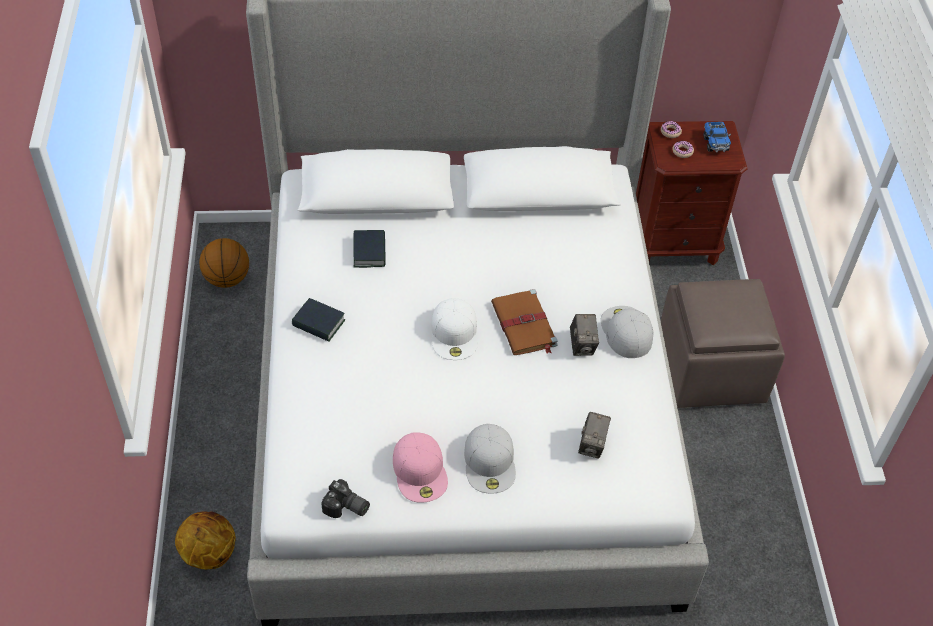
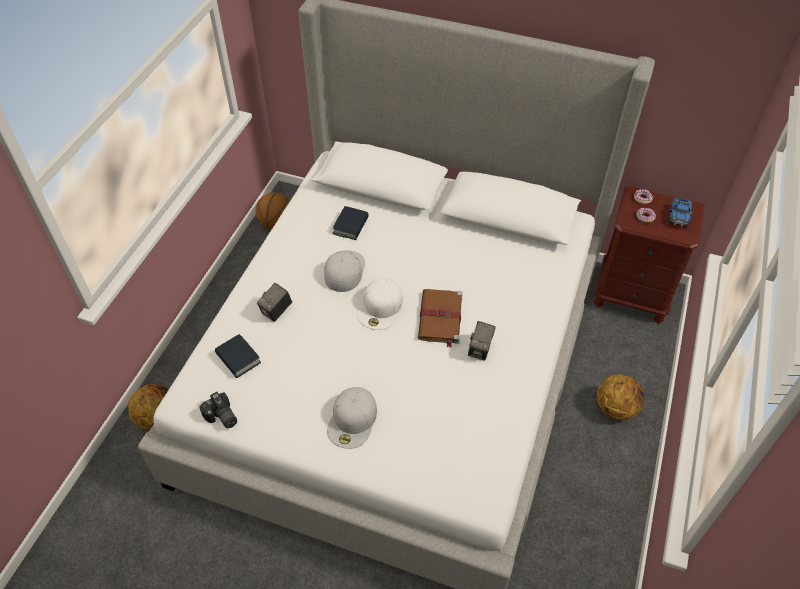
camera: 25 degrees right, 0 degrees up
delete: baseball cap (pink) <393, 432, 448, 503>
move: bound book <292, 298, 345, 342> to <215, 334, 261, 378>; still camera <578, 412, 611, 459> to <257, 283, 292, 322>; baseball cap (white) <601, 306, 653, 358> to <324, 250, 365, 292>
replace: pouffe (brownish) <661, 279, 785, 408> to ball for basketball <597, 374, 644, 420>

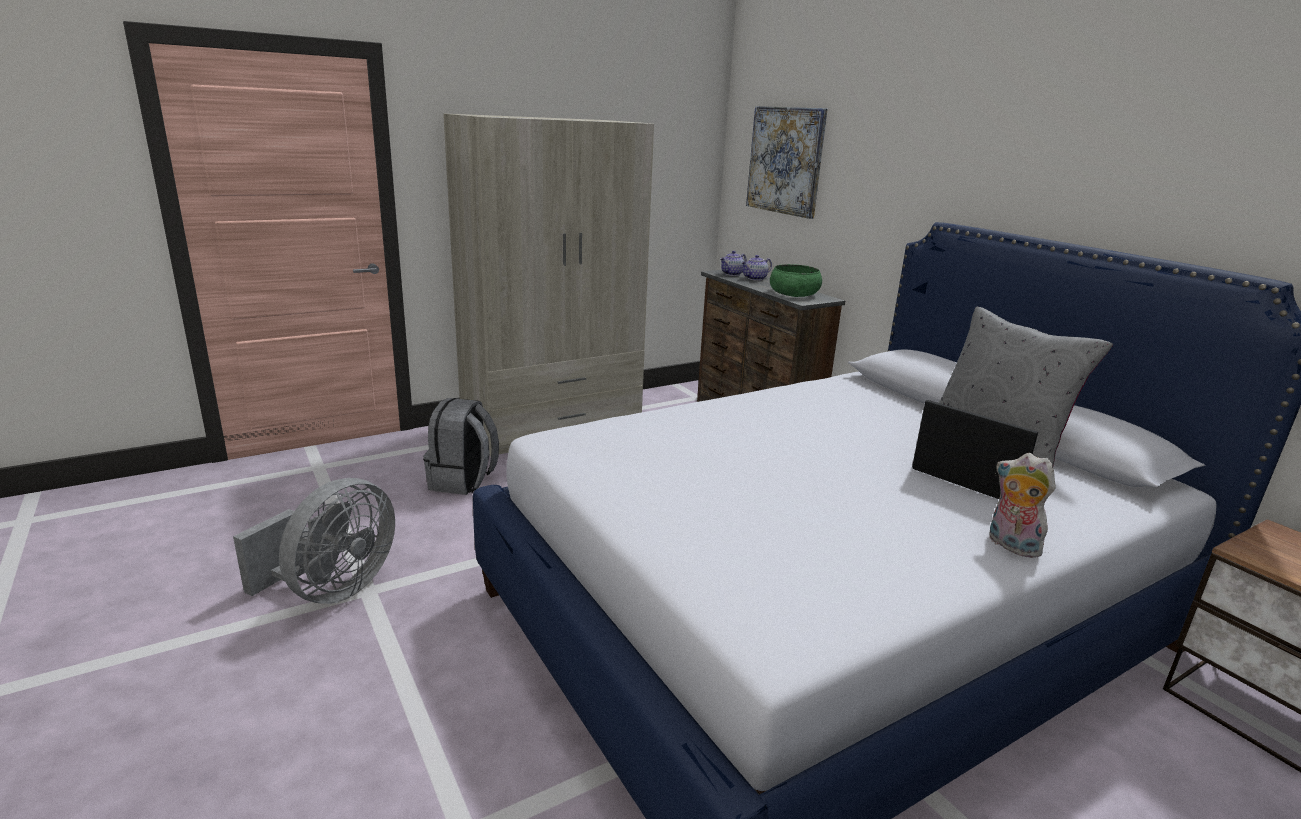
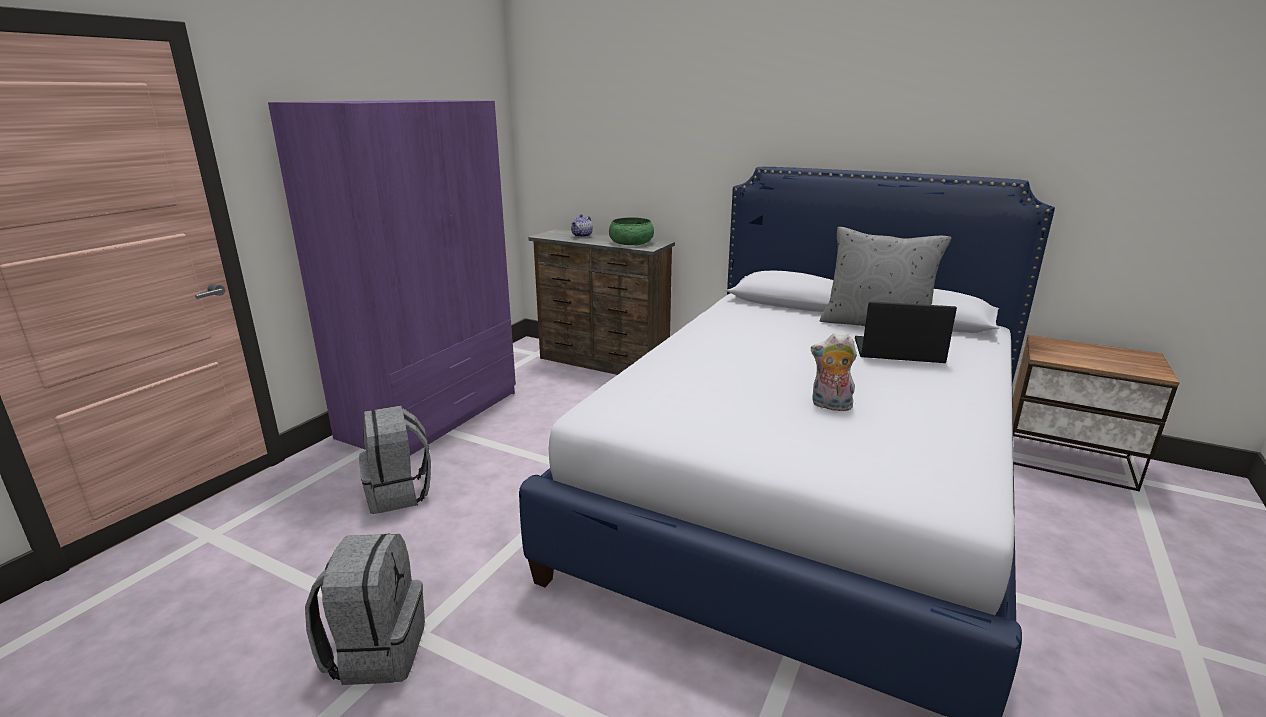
camera: 30 degrees left, 0 degrees up
delete: pot for tea <720, 251, 747, 276>; wall picture <746, 106, 828, 219>
move: soft toy <989, 453, 1056, 558> to <811, 333, 857, 413>
replace: fan (greyish) <233, 478, 395, 604> to knapsack (greyish) <305, 534, 425, 685>
recolor: wardrobe (beige) <443, 114, 654, 457> to wardrobe (purple) <268, 100, 516, 456>

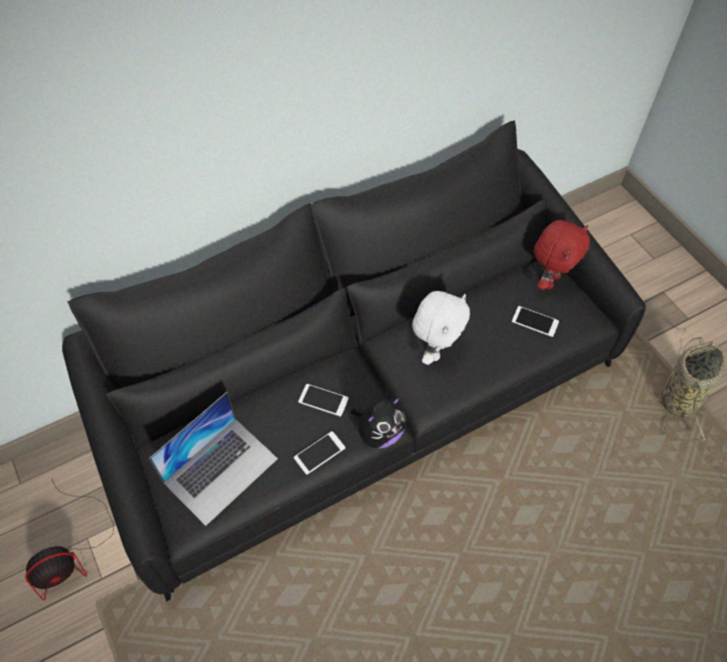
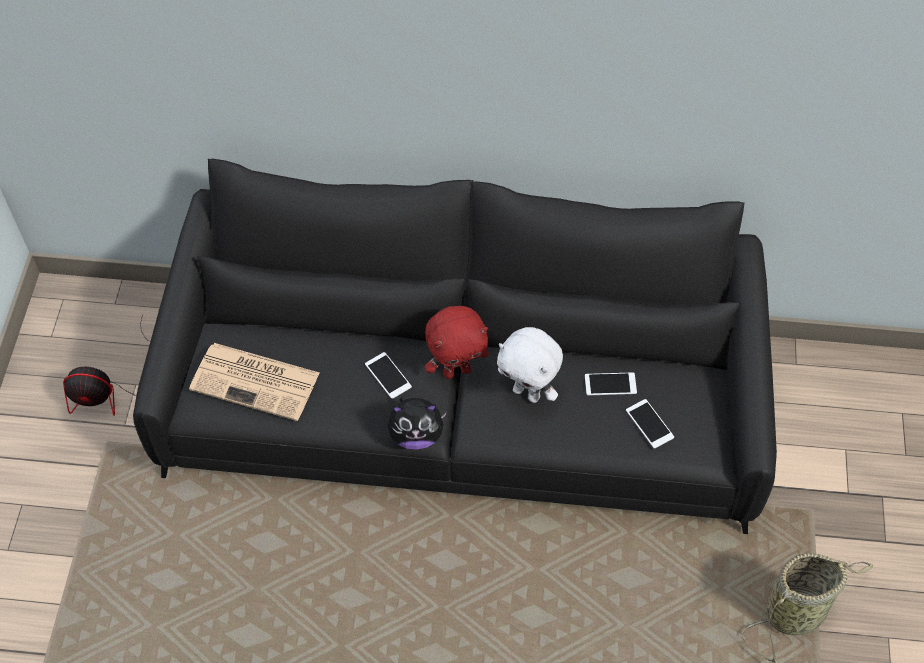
camera: 35 degrees right, 0 degrees up
move: soft toy (red) <534, 220, 590, 290> to <425, 306, 489, 379>; telephone <294, 431, 345, 475> to <585, 372, 637, 396>
replace: notebook computer <149, 392, 278, 526> to daily paper <189, 343, 319, 421>
rotate: soft toy (white) <412, 291, 470, 365> = <497, 327, 563, 403> 60 degrees clockwise

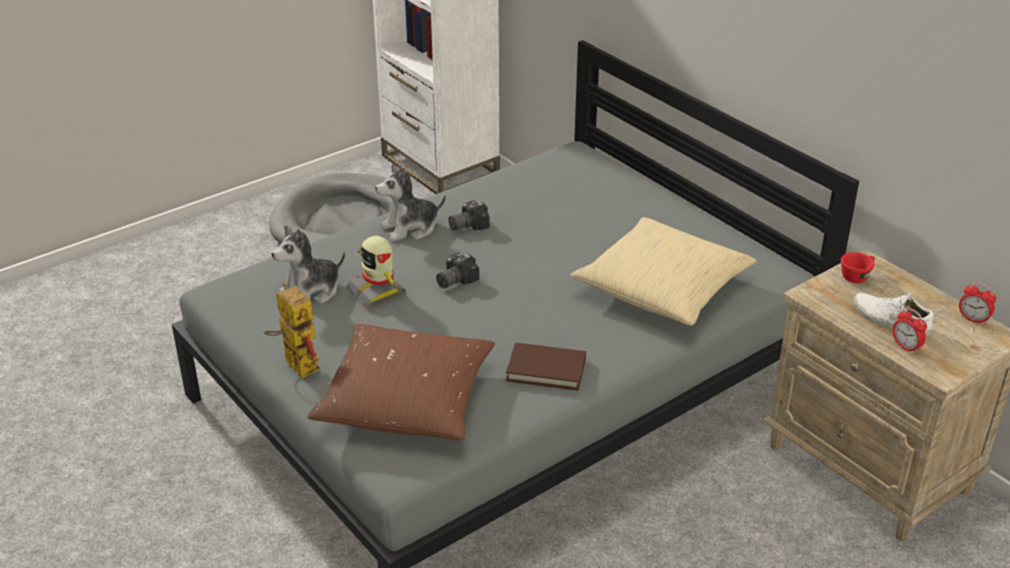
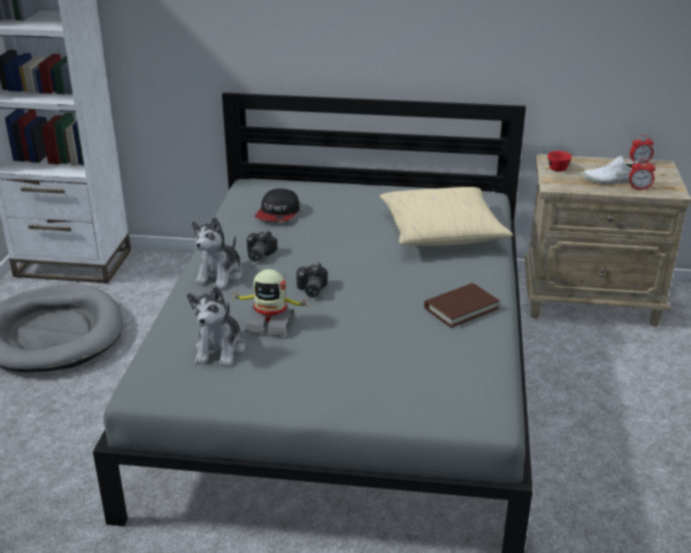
camera: 45 degrees left, 5 degrees down
delete: model robot <264, 282, 321, 378>; pillow (brownish) <307, 324, 495, 440>
insert: baseball cap <255, 189, 300, 222>

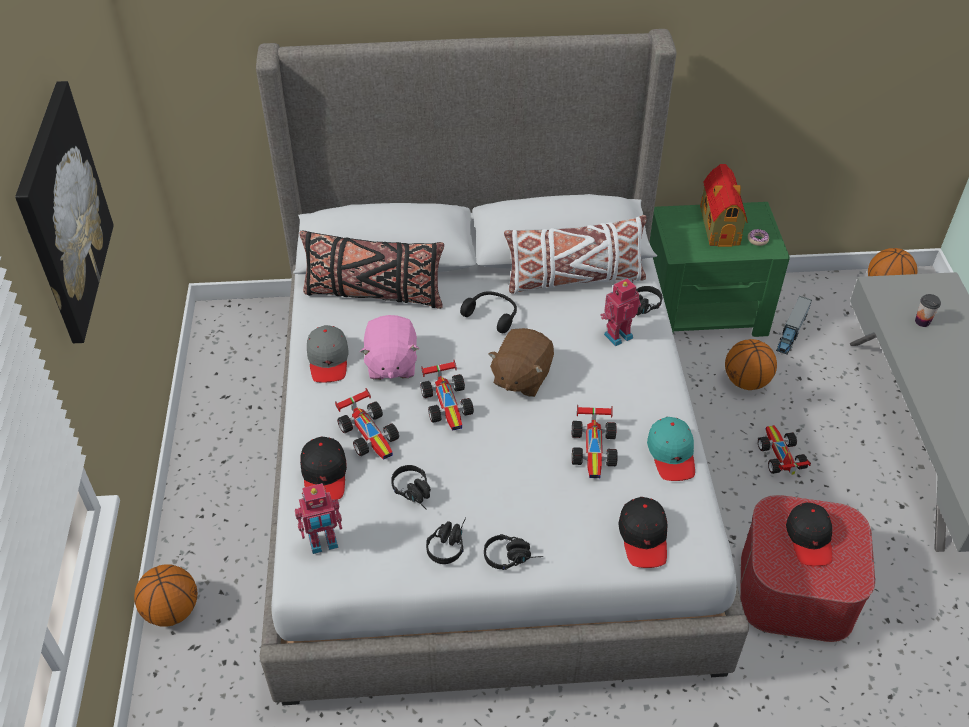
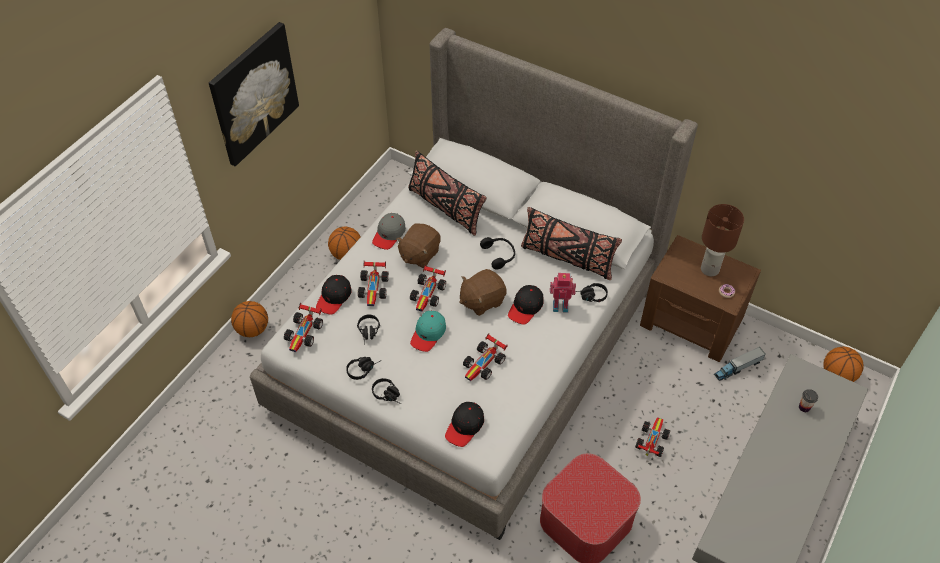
camera: 35 degrees right, 5 degrees up
move: ball for basketball <725, 339, 777, 390> to <328, 226, 361, 260>; baseball cap (turquoise) <647, 417, 695, 481> to <410, 311, 446, 352>; baseball cap (blackish) <786, 502, 832, 566> to <508, 285, 544, 325>
replace: model robot <295, 483, 342, 554> to miniature car <284, 303, 323, 352>; toy house <700, 164, 748, 247> to lamp for a table (brownish) <701, 204, 744, 276>
recolor: soft toy (pink) <360, 315, 419, 380> to soft toy (brownish) <396, 223, 441, 268>; pillow (white) <504, 215, 647, 294> to pillow (blackish) <521, 207, 622, 280>; night table (green-coloured) <649, 202, 790, 337> to night table (brownish) <640, 235, 761, 362>

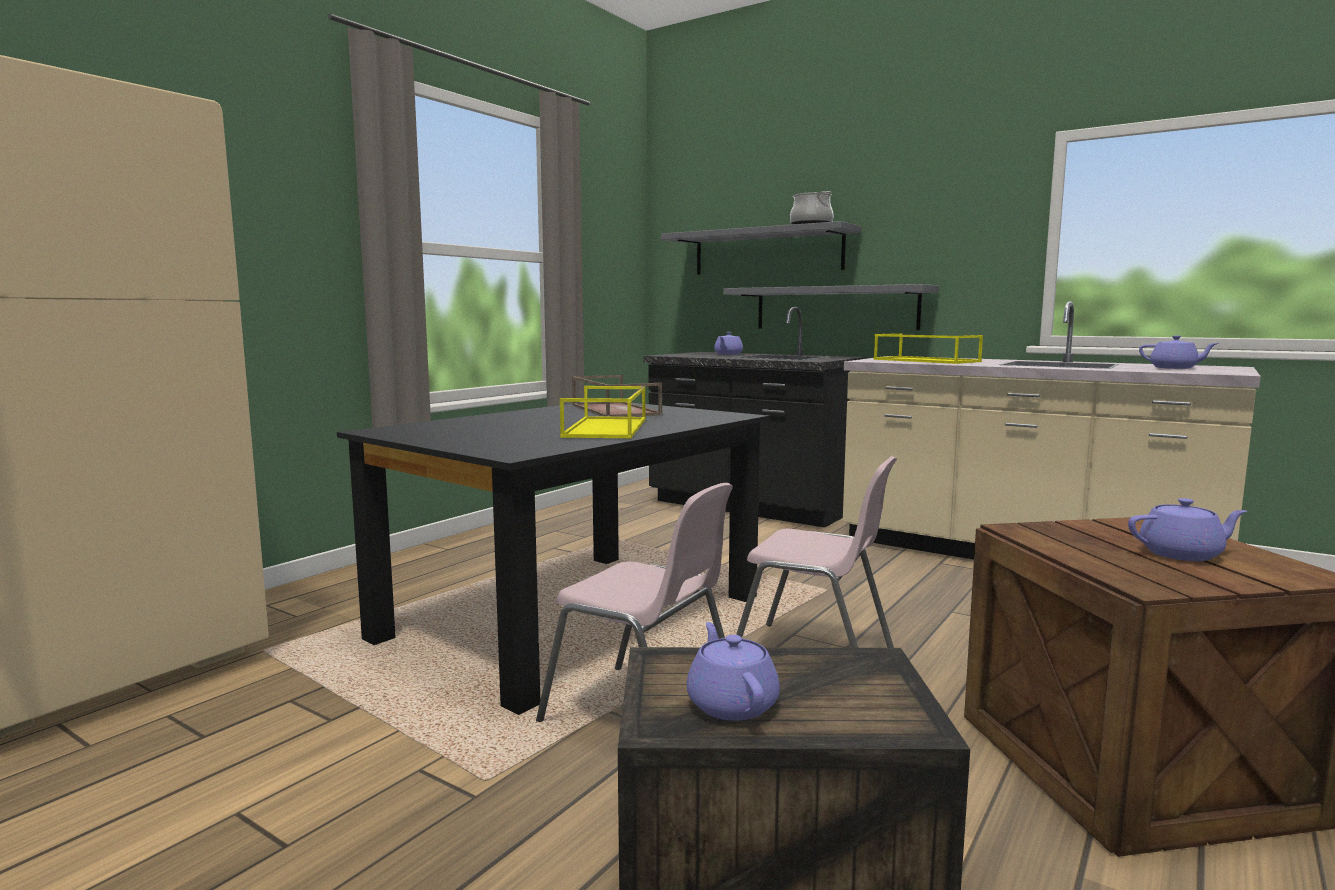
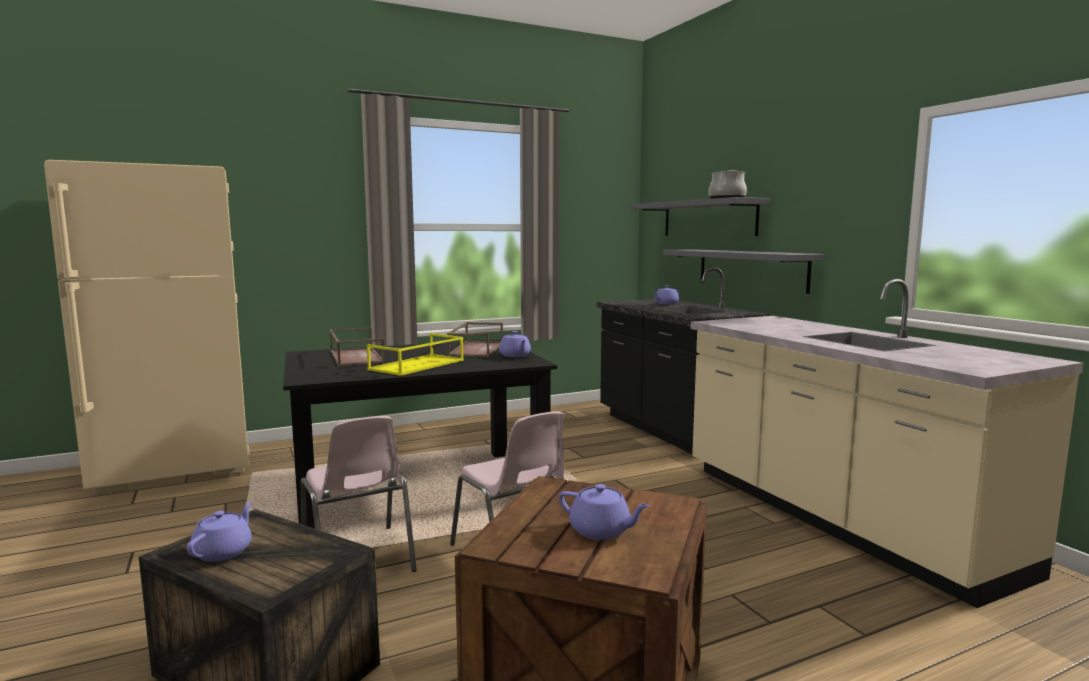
camera: 30 degrees right, 0 degrees up
delete: tray (yellowish) <873, 333, 983, 364>
insert: tray (brownish) <330, 327, 385, 367>
move: pot for tea (purple) <1139, 335, 1219, 369> to <499, 331, 531, 357>

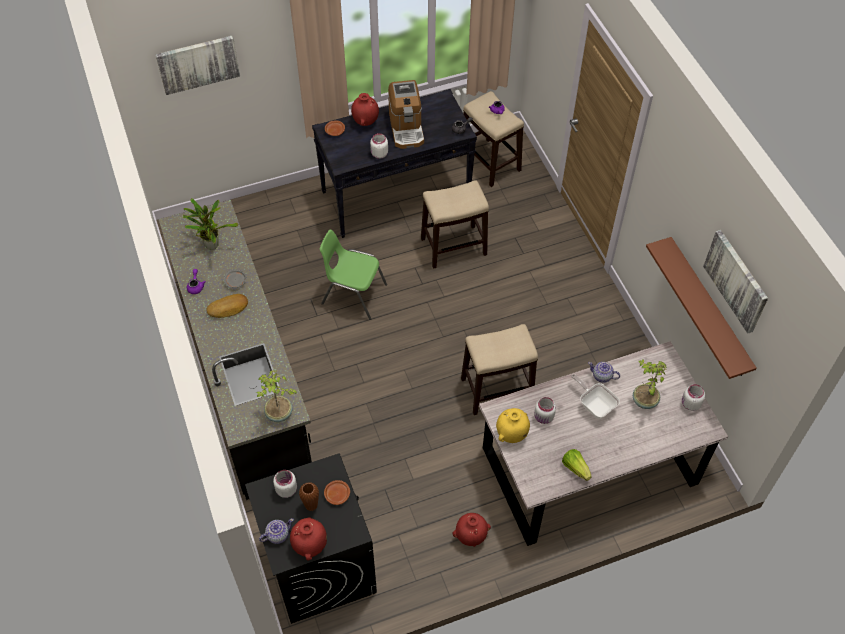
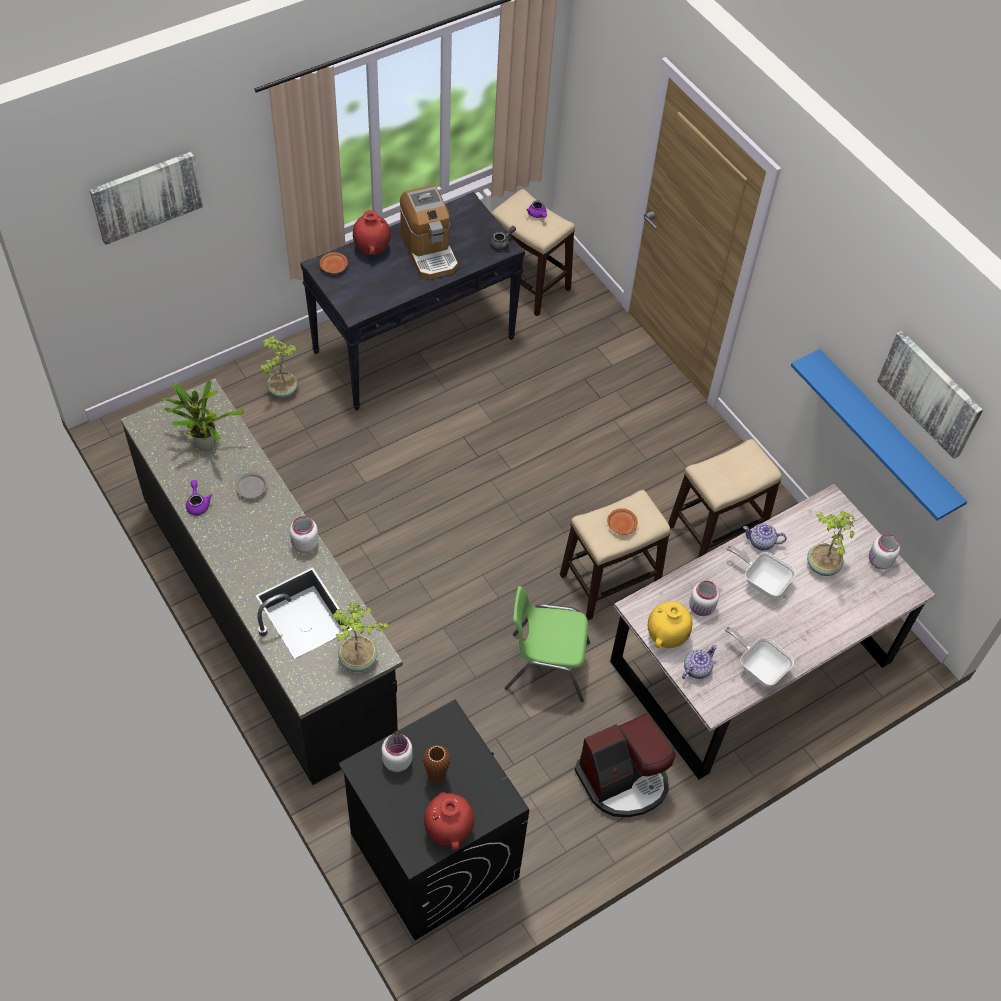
camera: 15 degrees left, 0 degrees up
delete: baked bread <206, 294, 248, 318>
insert: plant in a pot <260, 336, 298, 398>
move: jar (white) <370, 133, 388, 159> to <290, 516, 319, 553>; chair (green-coloured) <320, 230, 387, 320> to <505, 586, 590, 702>; dinner plate (brownish) <324, 480, 350, 505> to <607, 508, 638, 535>; stool <421, 180, 489, 269> to <668, 439, 782, 558>; pot for tea <259, 518, 294, 544> to <682, 645, 717, 679>
replace: vase (red) <452, 513, 491, 547> to coffee brewer <575, 713, 676, 817>; lettuce <562, 449, 592, 481> to skillet <725, 626, 794, 687>
recolor: bracket shelf (brownish) <646, 237, 756, 379> to bracket shelf (bluish) <791, 349, 967, 520>

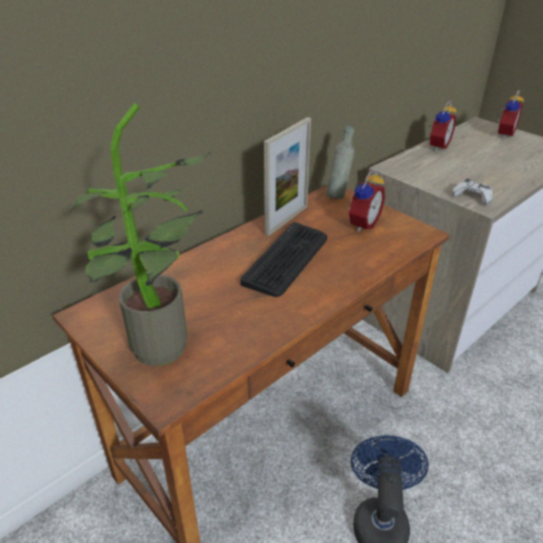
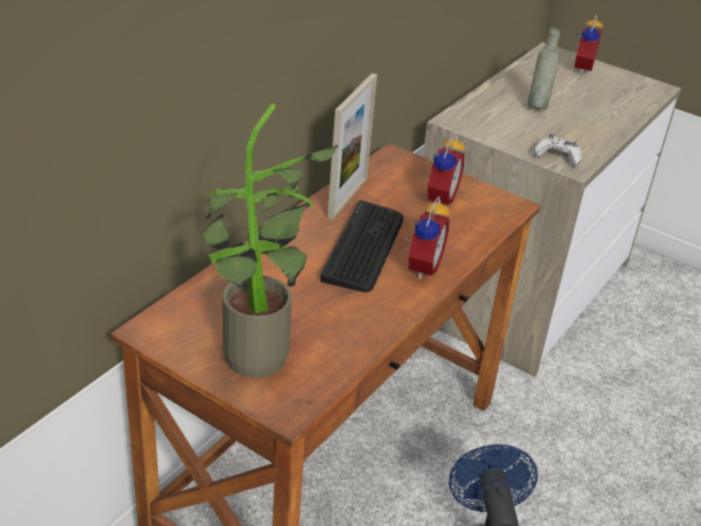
camera: 15 degrees left, 0 degrees up
move: bedside clock <428, 101, 457, 151> to <405, 196, 450, 279>; drink bottle (greyish) <326, 125, 354, 199> to <527, 27, 560, 110>

